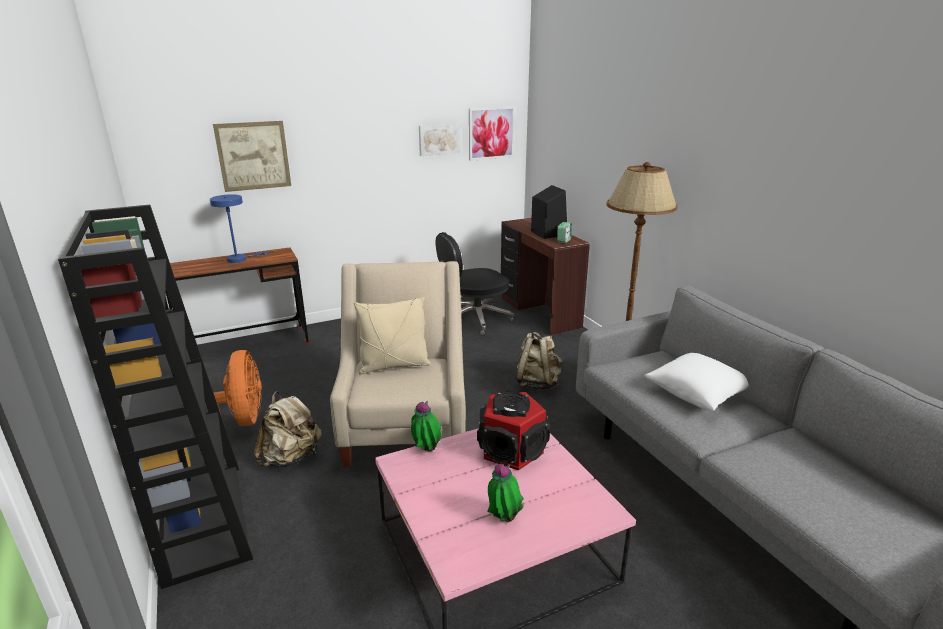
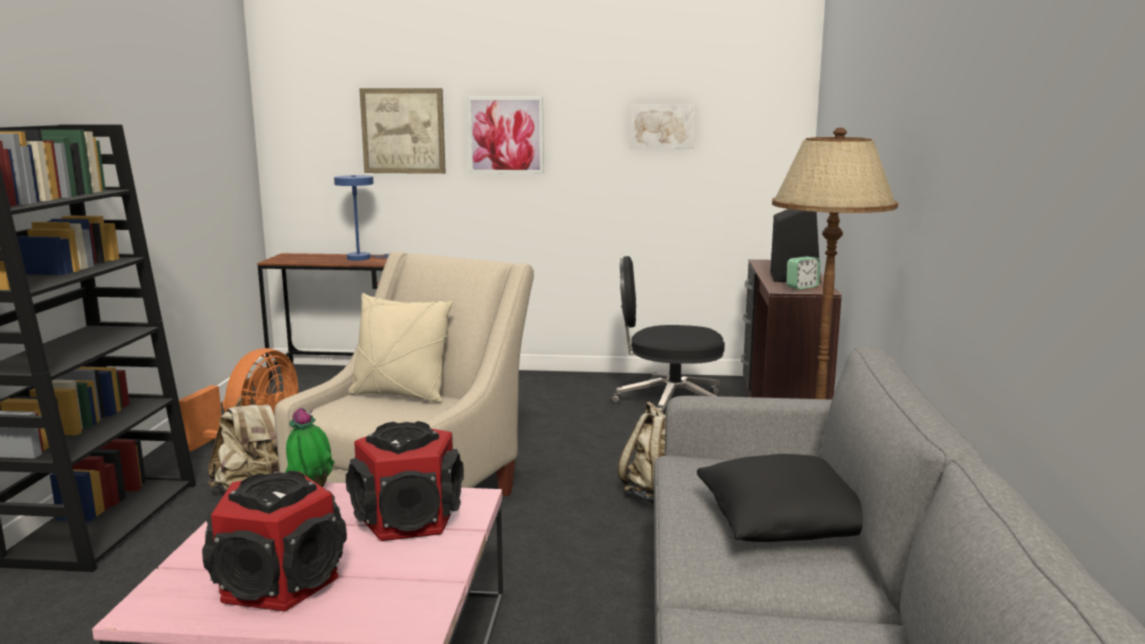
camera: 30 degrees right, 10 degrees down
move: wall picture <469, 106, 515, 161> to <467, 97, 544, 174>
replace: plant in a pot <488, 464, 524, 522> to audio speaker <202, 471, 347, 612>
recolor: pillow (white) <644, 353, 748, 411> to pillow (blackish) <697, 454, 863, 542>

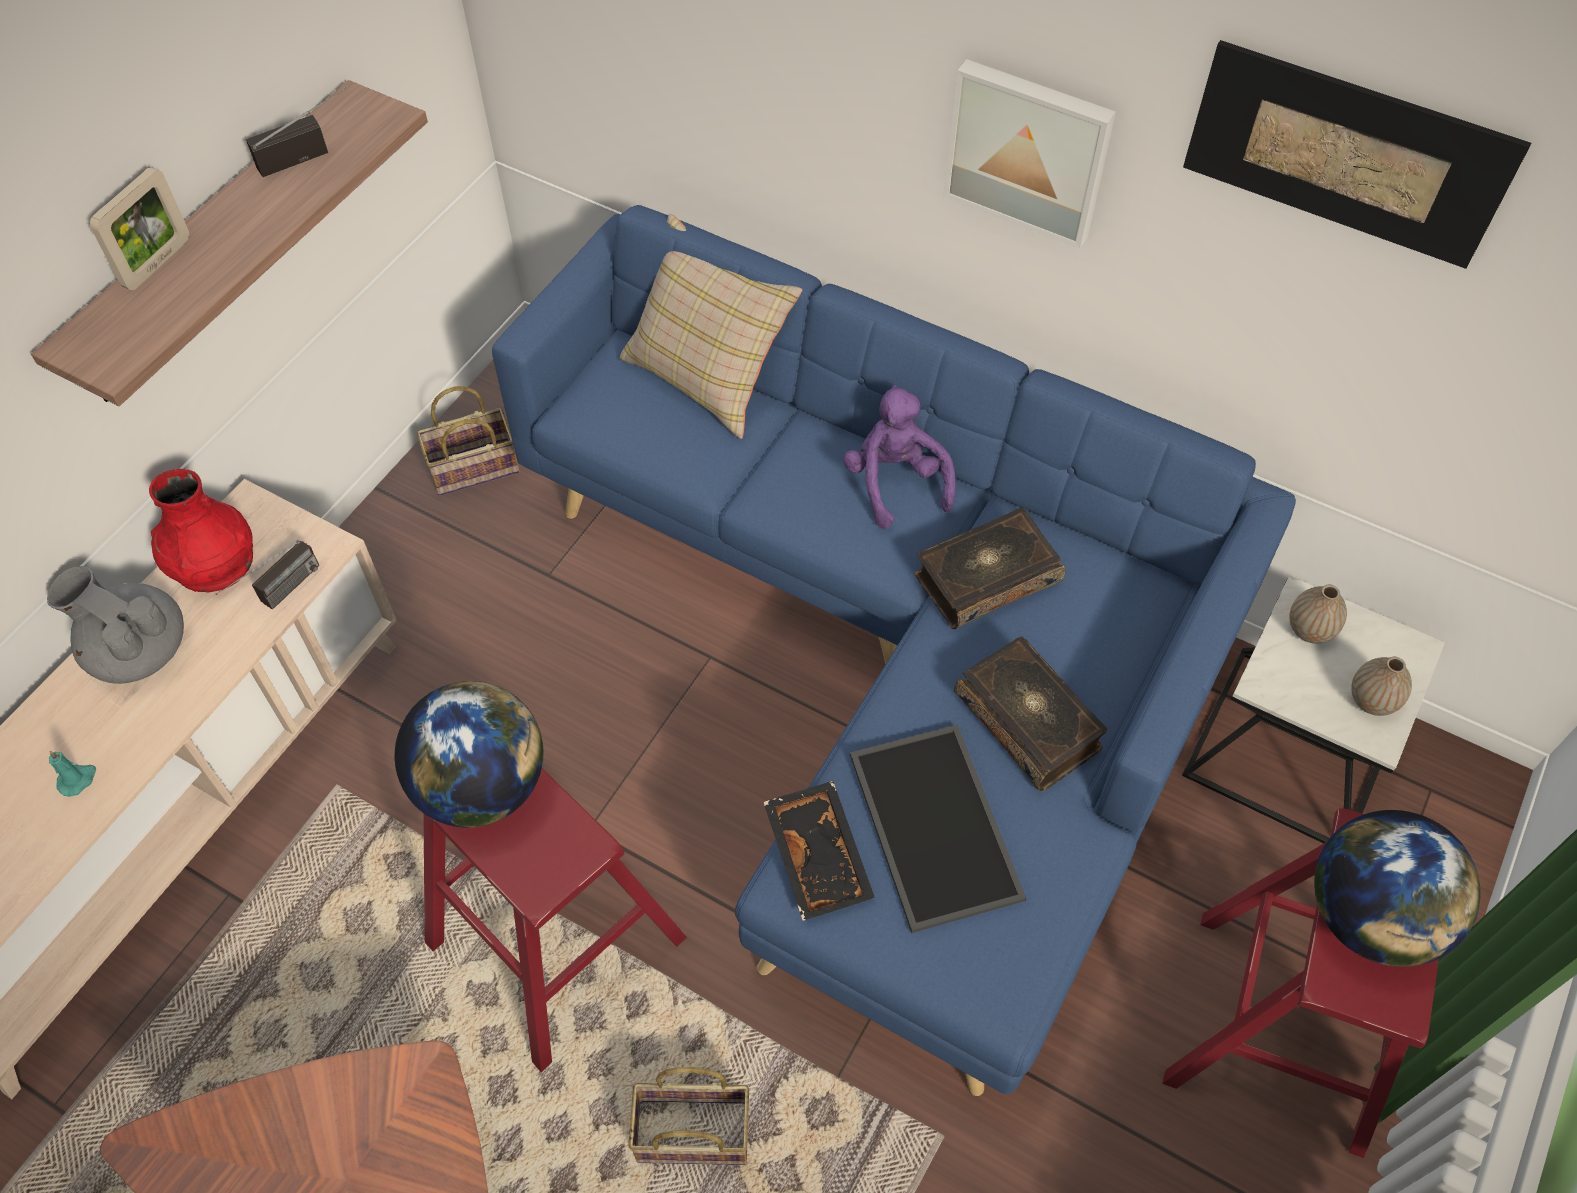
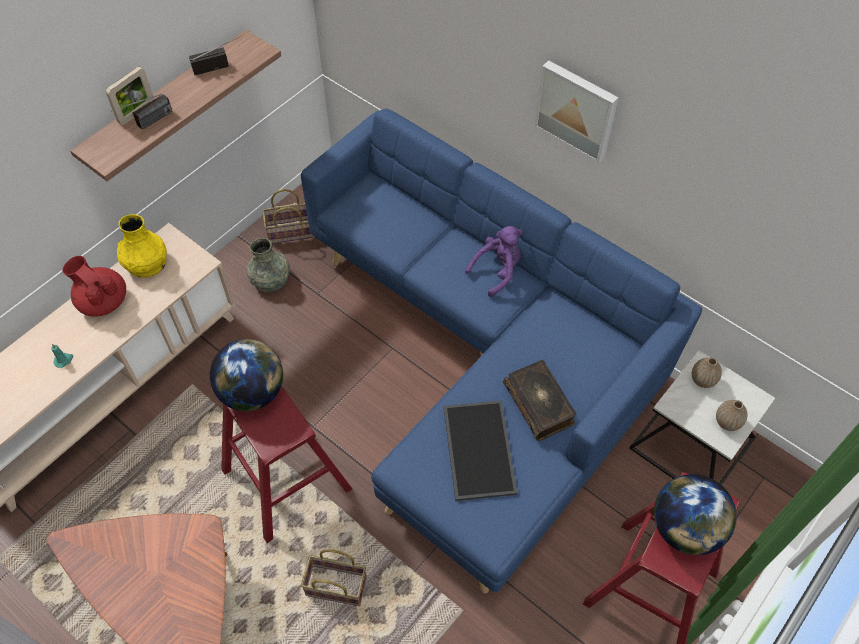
camera: 10 degrees right, 0 degrees up
delete: pillow (beige) <620, 213, 802, 439>; tray (blackish) <763, 781, 875, 921>; bound book <914, 508, 1066, 629>; wall picture <1183, 40, 1531, 269>
insert: vase (greyish) <246, 238, 290, 292>
move: radio <216, 540, 319, 610> to <111, 94, 173, 130>
recolor: pot for tea (greyish) <47, 566, 184, 684> to pot for tea (red) <62, 256, 126, 317>; vase (red) <149, 469, 253, 593> to vase (yellowish) <117, 214, 167, 278>
rotate: soft toy (purple) <843, 385, 955, 529> = <465, 226, 523, 297> 60 degrees clockwise

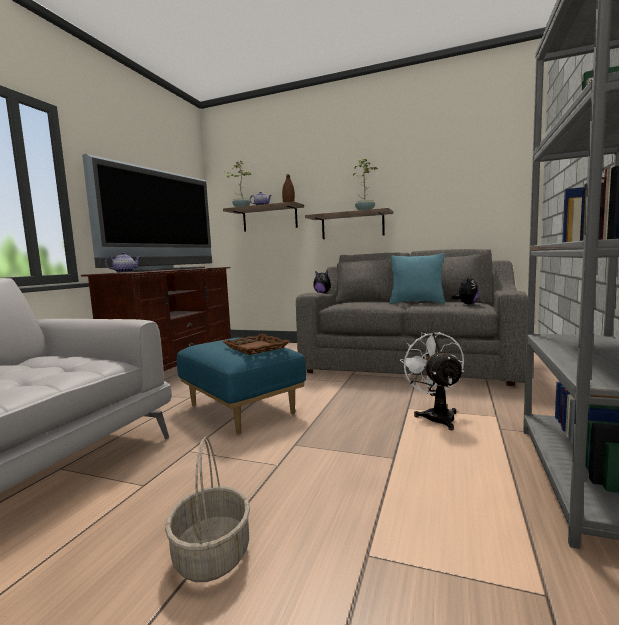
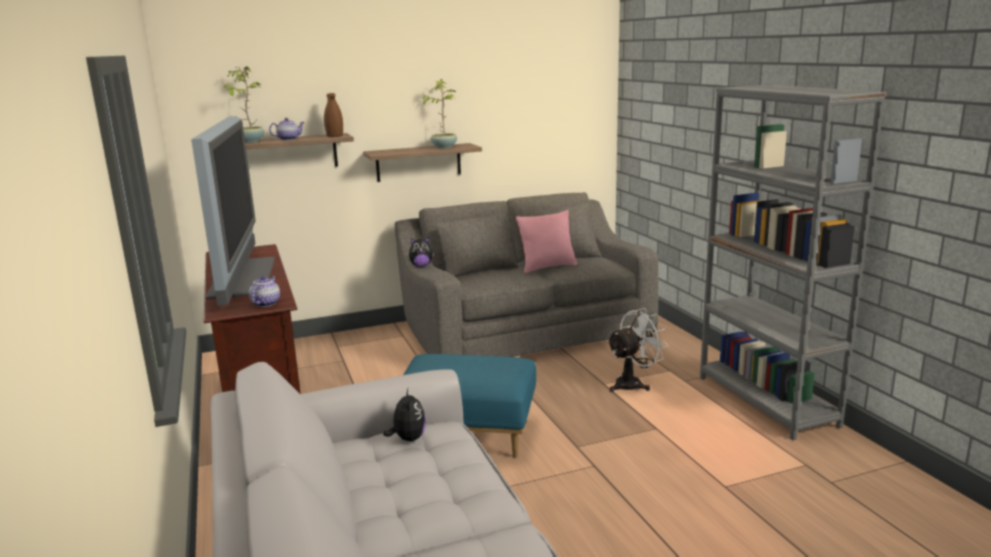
camera: 40 degrees left, 10 degrees up
delete: household basket <165, 437, 250, 582>; tray (brownish) <222, 334, 290, 355>
move: soft toy <452, 276, 479, 304> to <383, 389, 426, 441>
recolor: pillow (turquoise) <389, 253, 445, 304> to pillow (pink) <516, 210, 578, 273>
rotate: fan (white) <400, 332, 464, 430> = <607, 308, 669, 392> 105 degrees clockwise

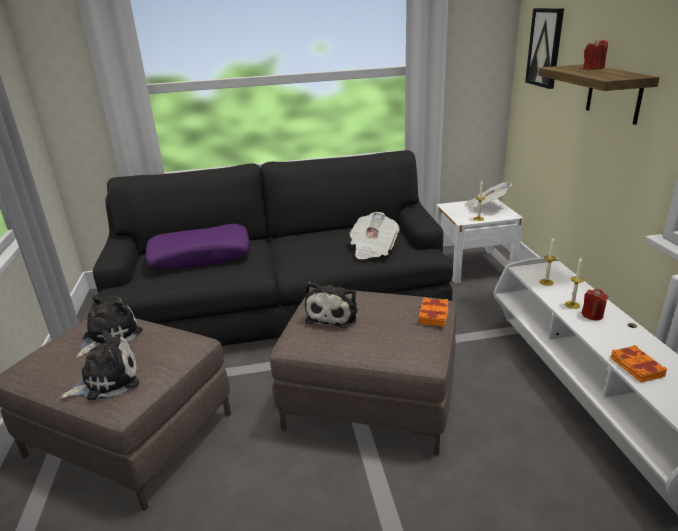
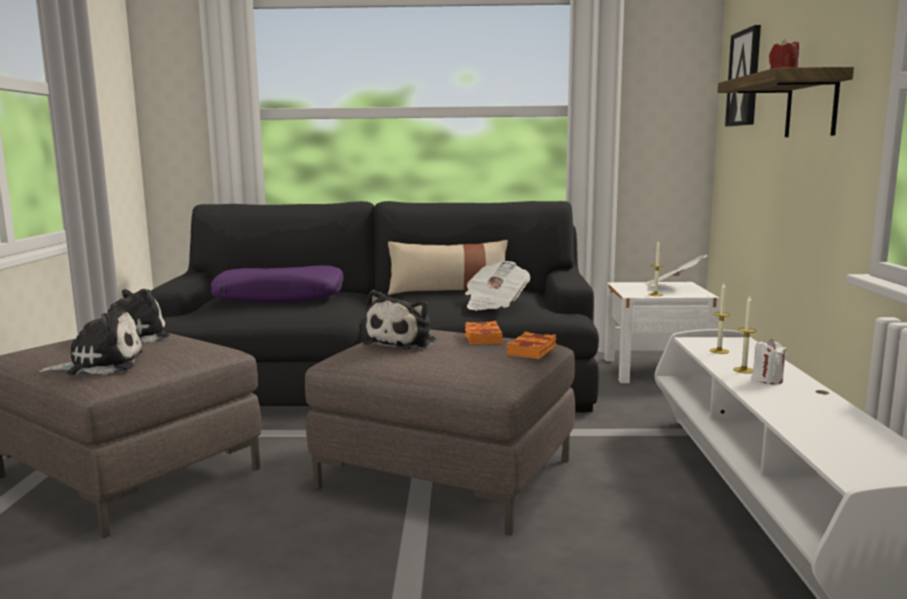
camera: 10 degrees right, 15 degrees down
insert: pillow (beige) <388, 240, 508, 295>
move: bound book (orange-coloured) <610, 345, 667, 383> to <465, 321, 503, 344>
recolor: wax light (red) <582, 289, 608, 320> to wax light (white) <752, 339, 787, 384>

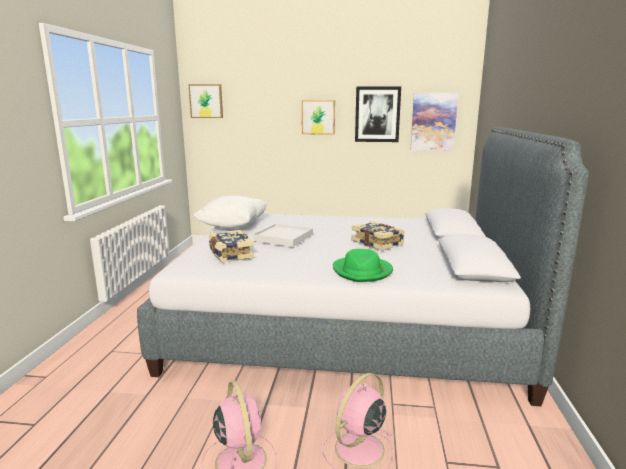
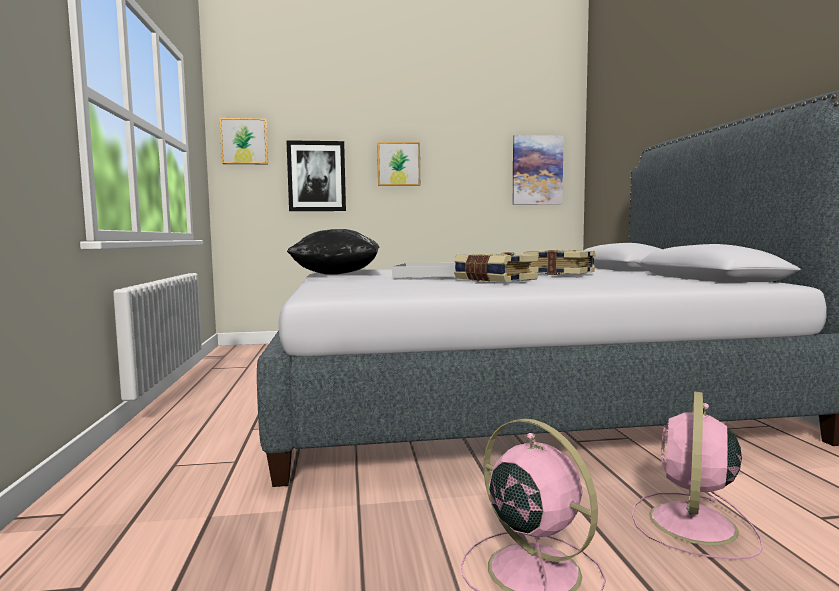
camera: 15 degrees left, 10 degrees down
delete: wearable hat (green-coloured) <333, 249, 393, 282>
move: wall picture <355, 86, 401, 142> to <286, 140, 346, 211>; bound book <209, 230, 254, 262> to <454, 252, 538, 282>
recolor: pillow (white) <193, 196, 268, 229> to pillow (blackish) <287, 229, 380, 275>

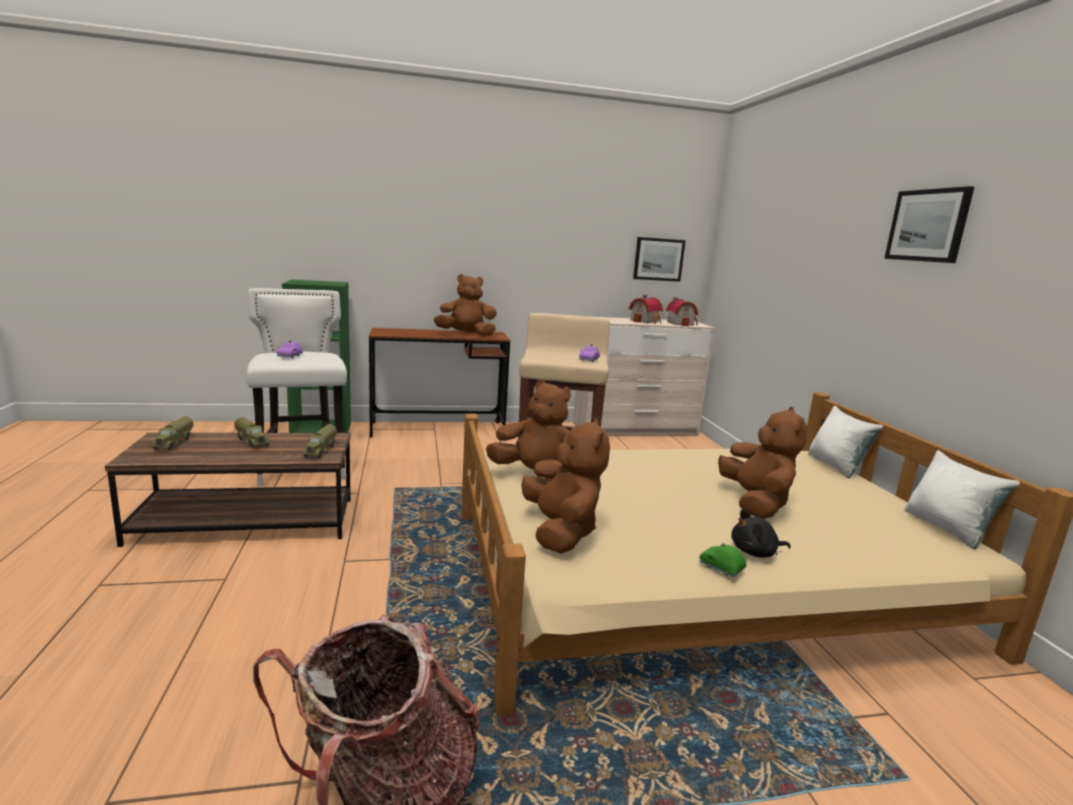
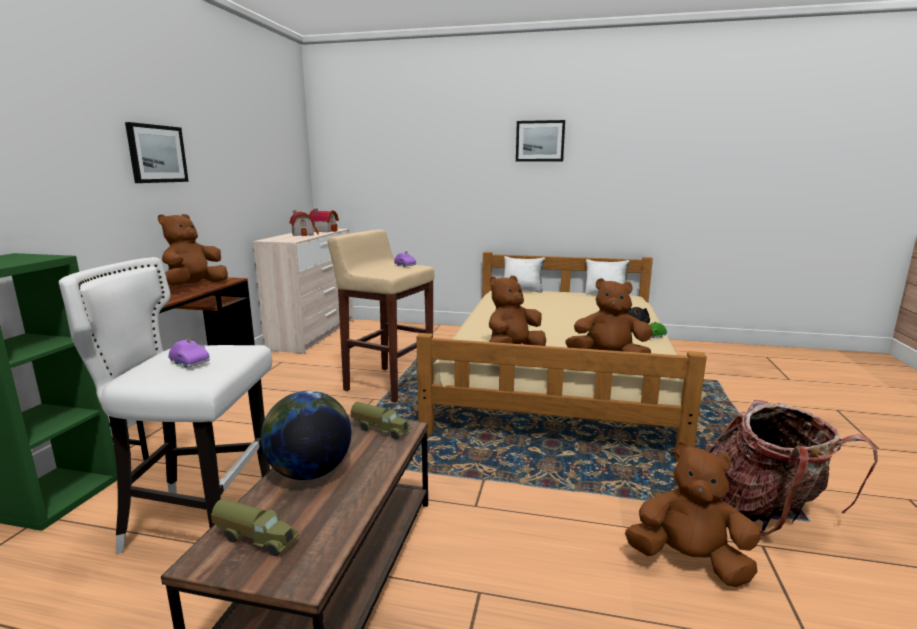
camera: 65 degrees left, 0 degrees up
move: wall picture <633, 237, 686, 282> to <125, 122, 189, 183>; soft toy (brownish) <718, 407, 807, 519> to <625, 442, 761, 587>
replace: toy truck <234, 417, 270, 449> to desk globe <261, 391, 351, 480>

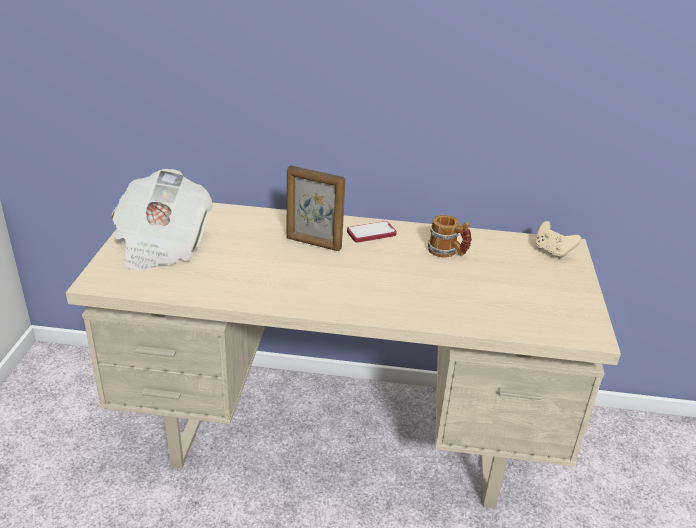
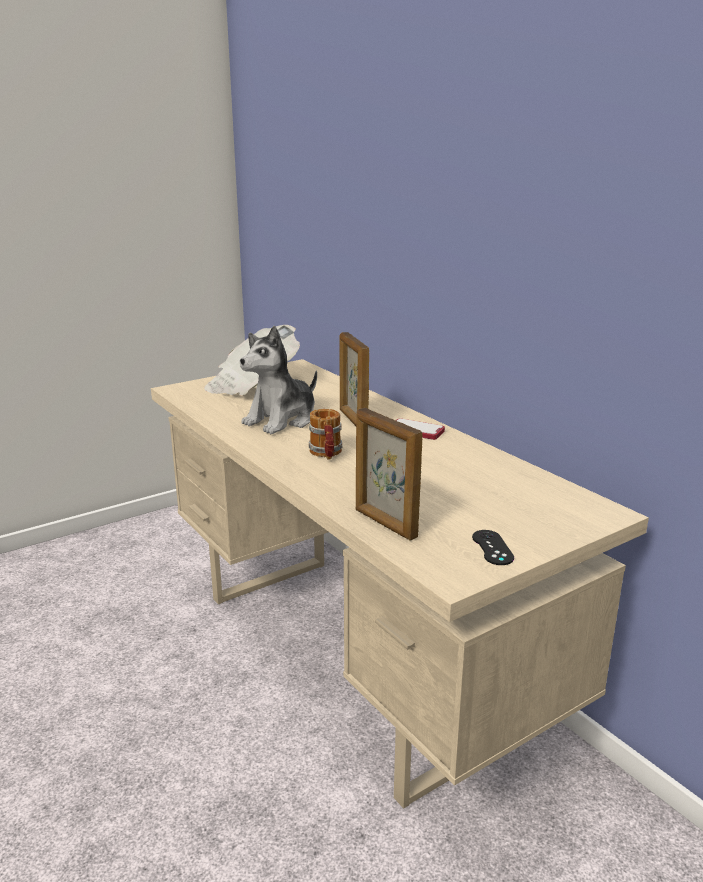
camera: 50 degrees right, 10 degrees down
delete: joypad (beige) <535, 221, 581, 259>
insert: soft toy <240, 326, 317, 434>; picture frame <356, 408, 423, 541>; joypad (blackish) <472, 530, 514, 565>
move: tea mug <428, 215, 472, 258> to <309, 409, 343, 459>

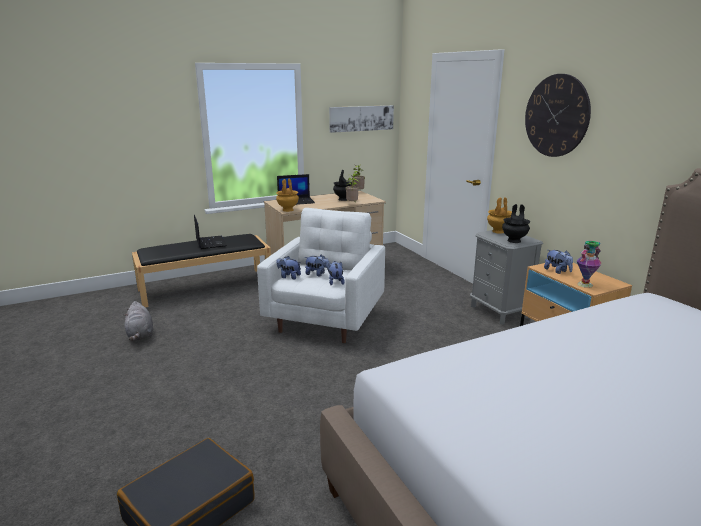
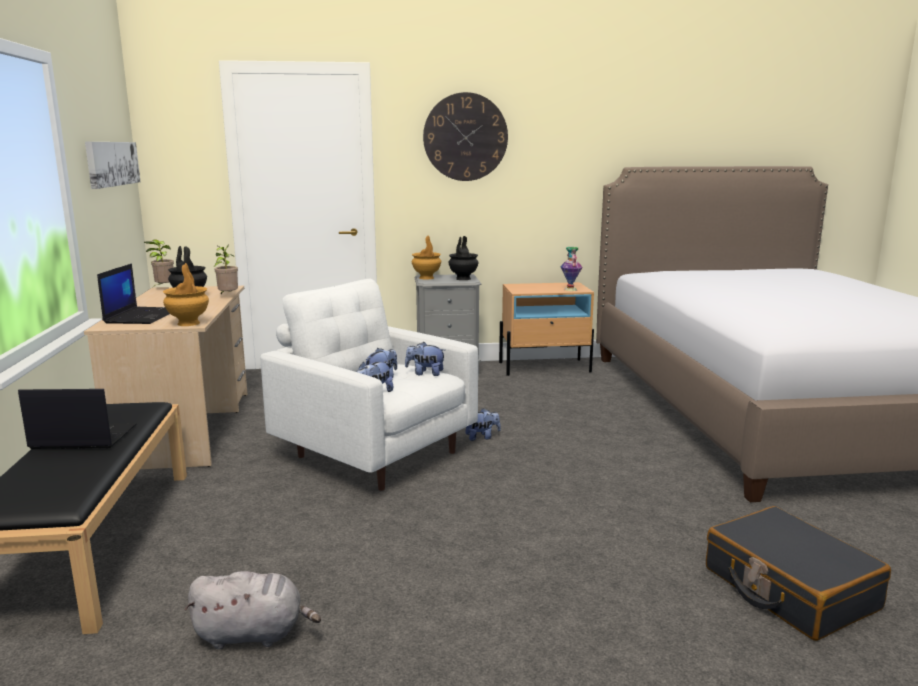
camera: 70 degrees left, 5 degrees down
move: soft toy <544, 250, 573, 274> to <465, 408, 501, 441>

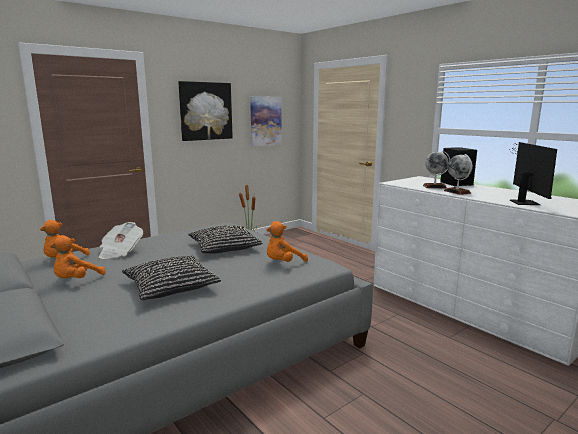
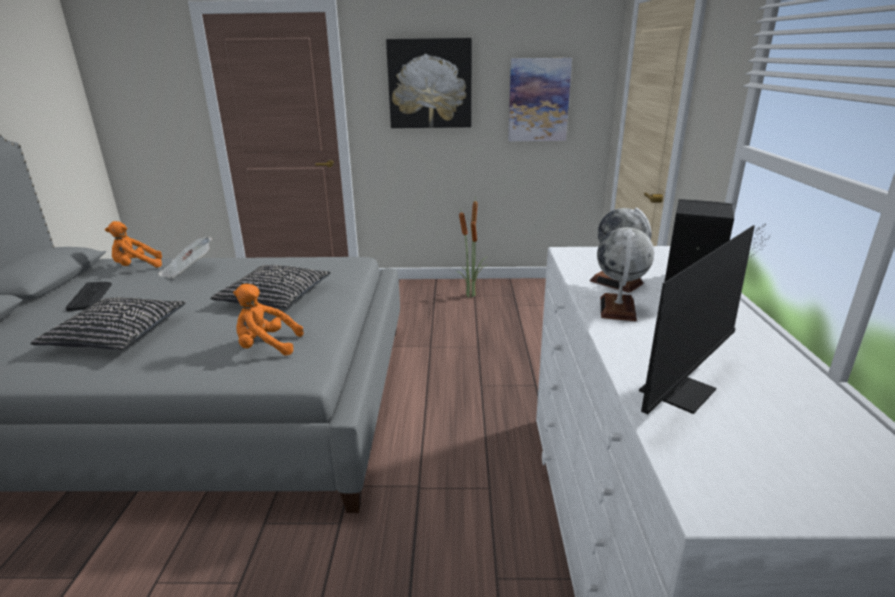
camera: 40 degrees right, 10 degrees up
replace: soft toy (orange-coloured) <50, 235, 106, 278> to keyboard <65, 282, 112, 311>

